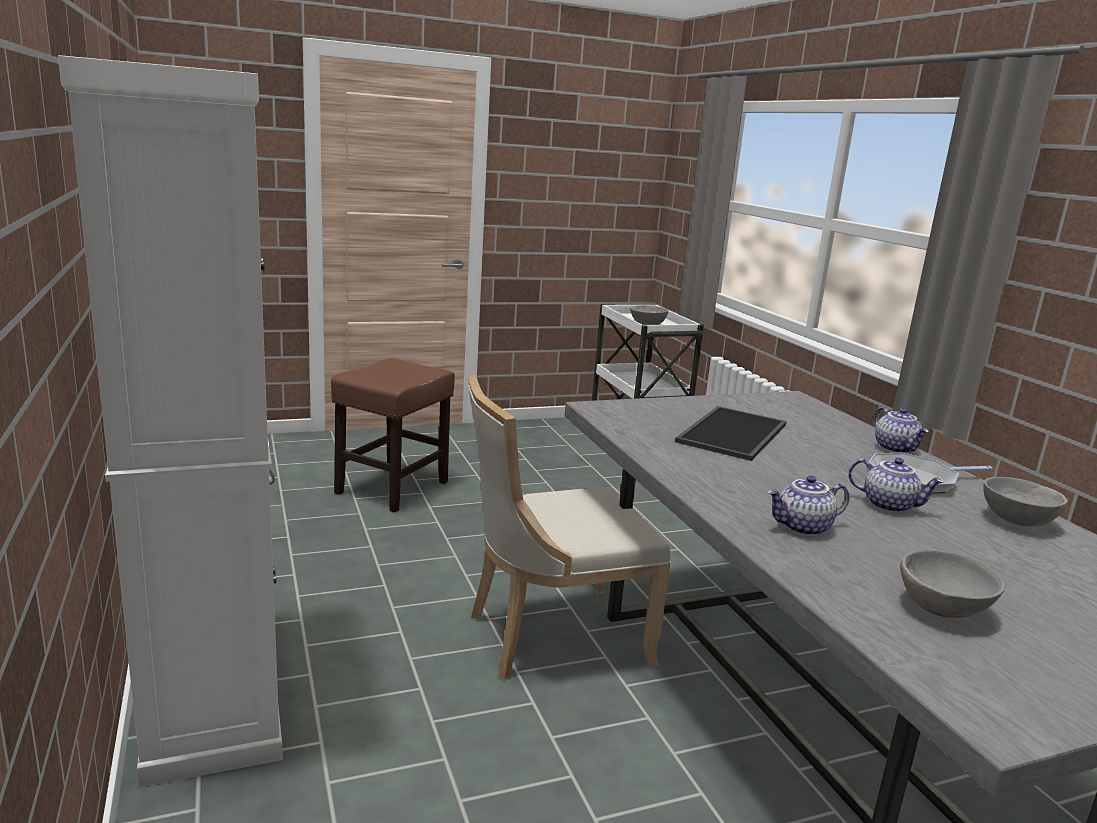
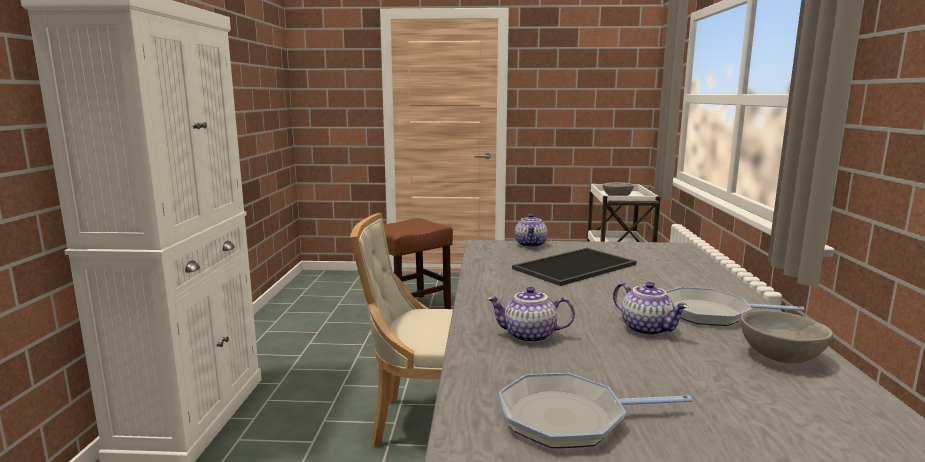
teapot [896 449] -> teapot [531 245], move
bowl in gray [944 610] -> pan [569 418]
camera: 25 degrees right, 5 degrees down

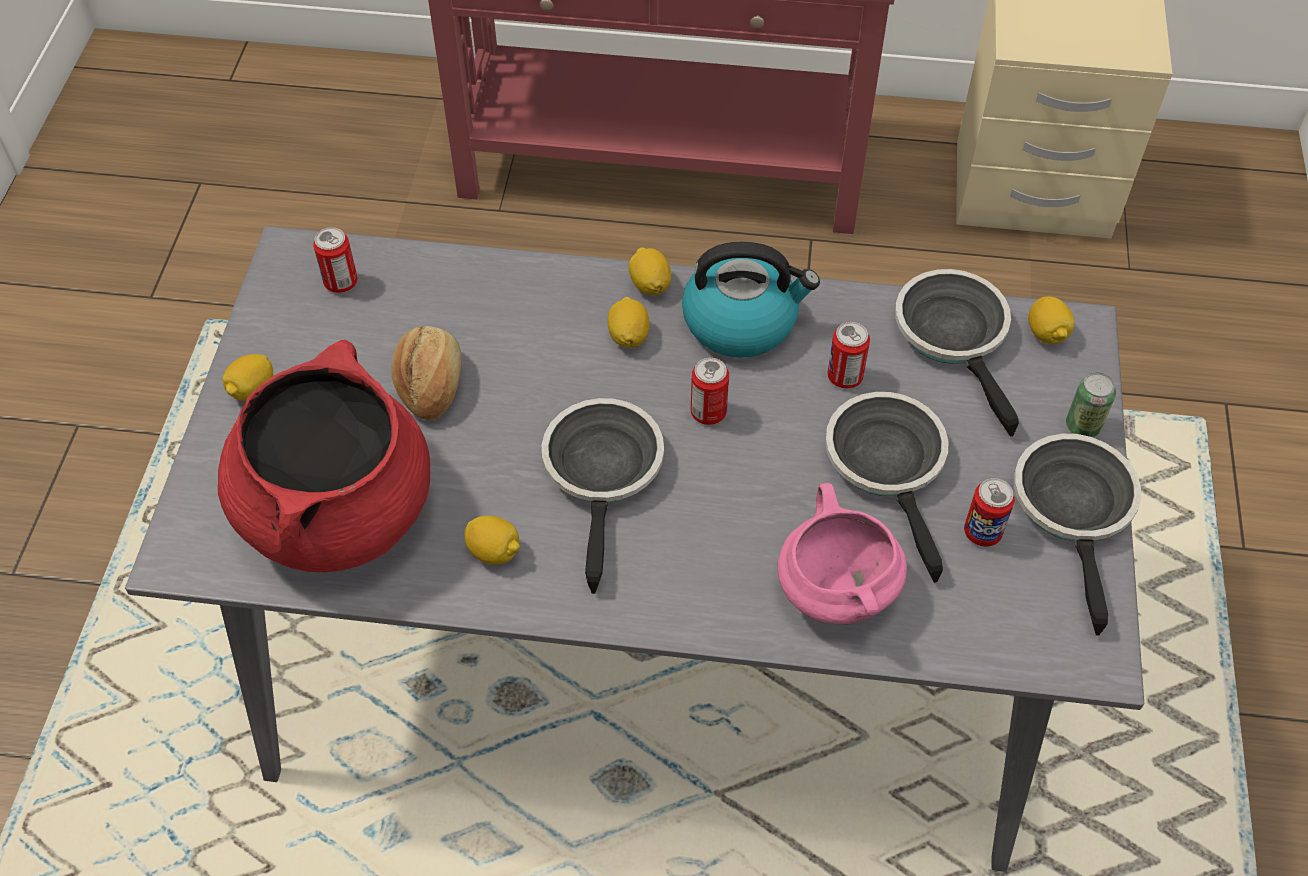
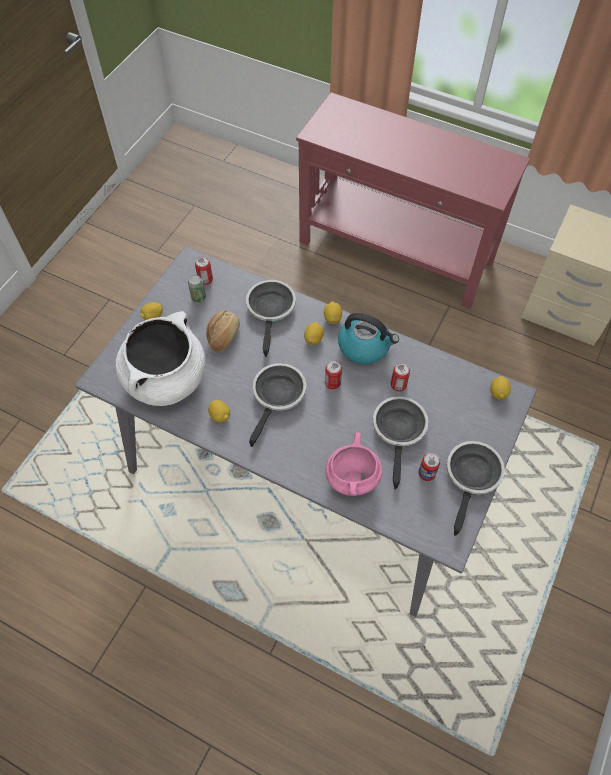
pan [955 337] -> pan [271 310], move
can [1083 426] -> can [198 297], move
cooking pot in red [337 510] -> cooking pot in white [166 378]
camera: 20 degrees right, 5 degrees up

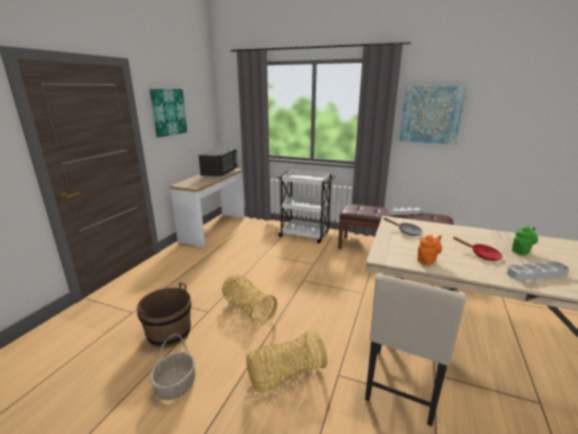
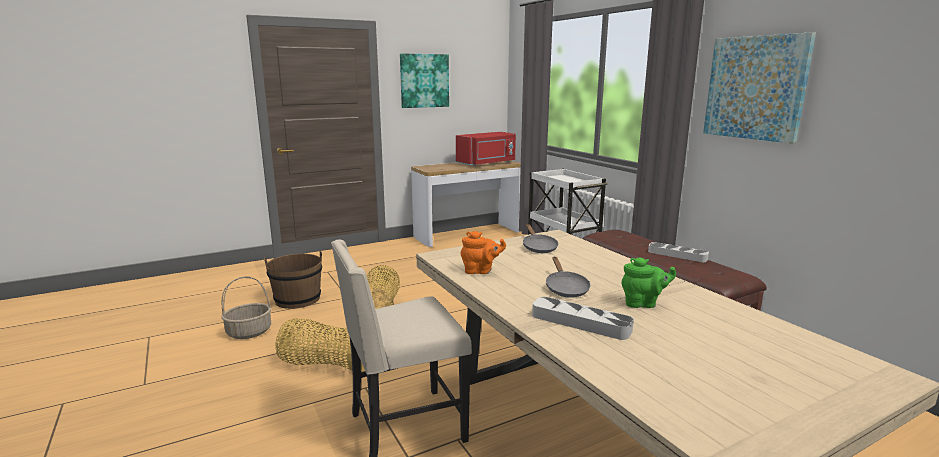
microwave oven in black-coloured [221 173] -> microwave oven in red [487 163]
pan in red [482 255] -> pan in gray [565 288]
camera: 40 degrees right, 5 degrees down

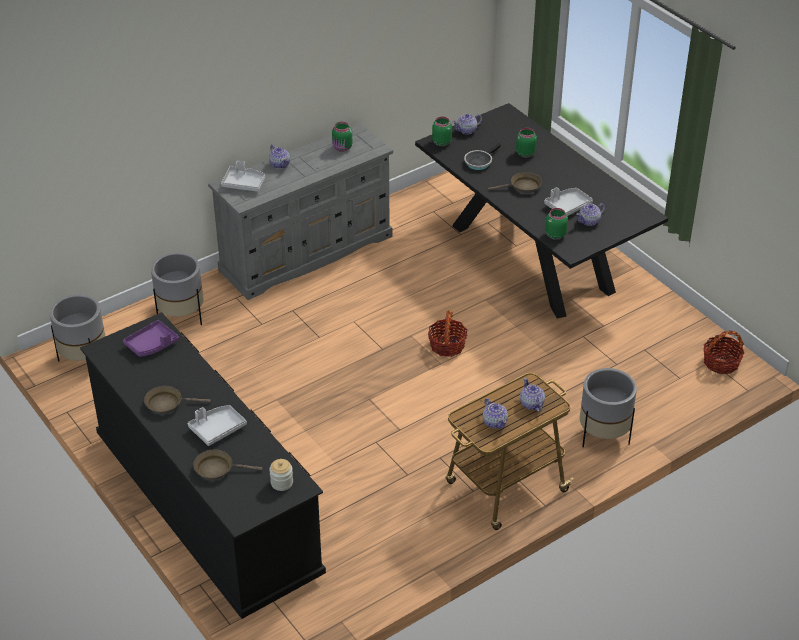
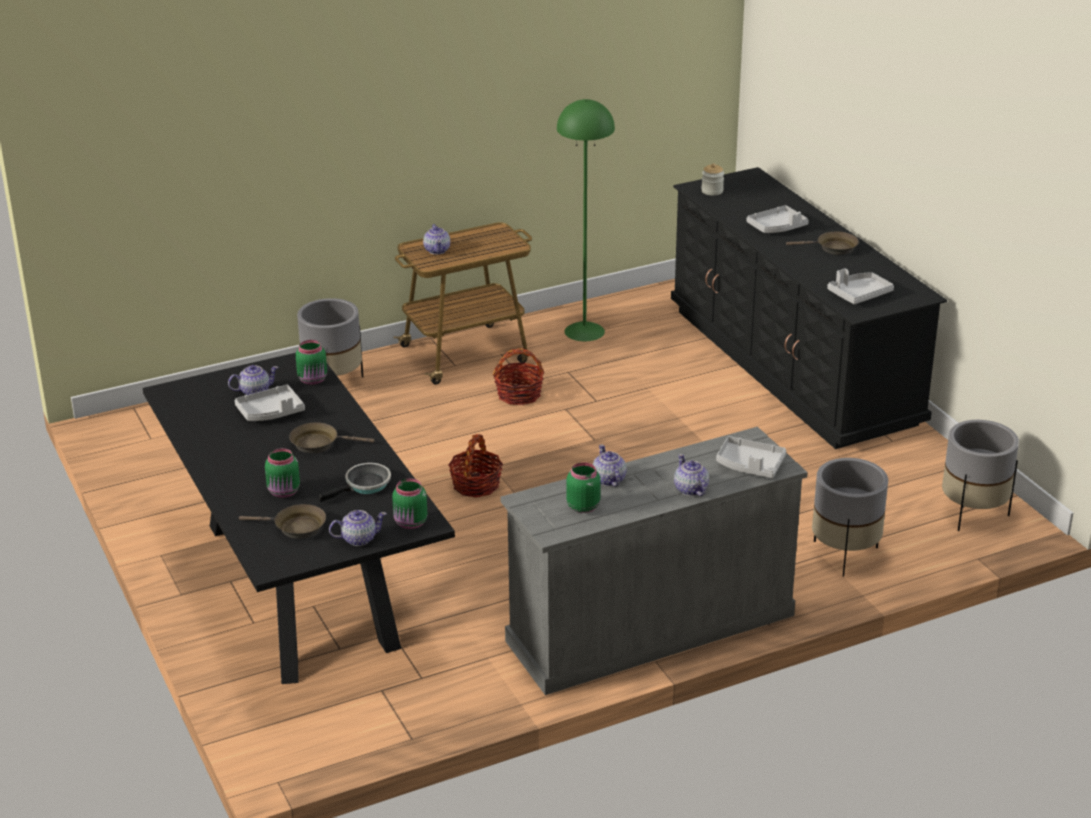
none -> standing lamp in green-coloured [584 331]
pan in brown-coloured [217 469] -> pan in brown-coloured [296 527], move
teapot [495 422] -> teapot [608 480], move
basket [721 363] -> basket [519 395], move
tray in purplish [152 344] -> tray in gray [859 294]
camera: 170 degrees left, 10 degrees down

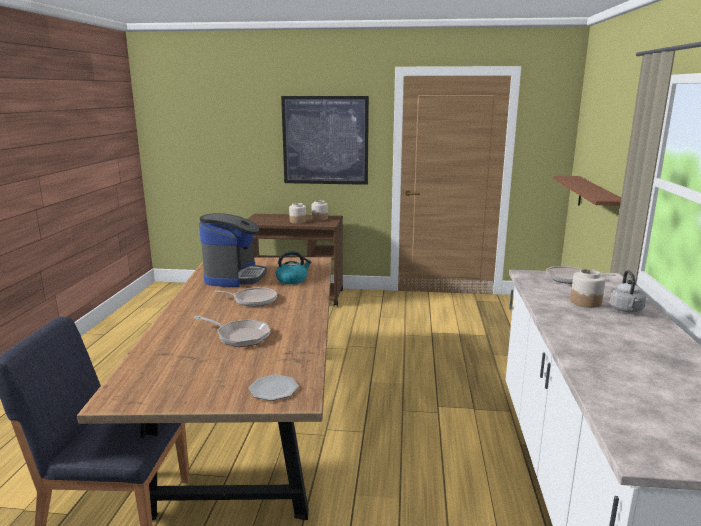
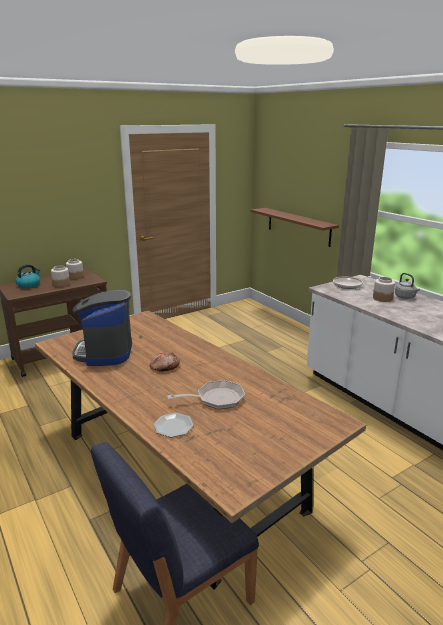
wall picture [325 140] -> none
flat dish [273 389] -> flat dish [174 426], move
tea kettle [292 280] -> tea kettle [29 285], move
pan [253 300] -> bakery bread [164 366]
coffee machine [234 277] -> coffee machine [105 352], 150 degrees counterclockwise
camera: 40 degrees left, 5 degrees up

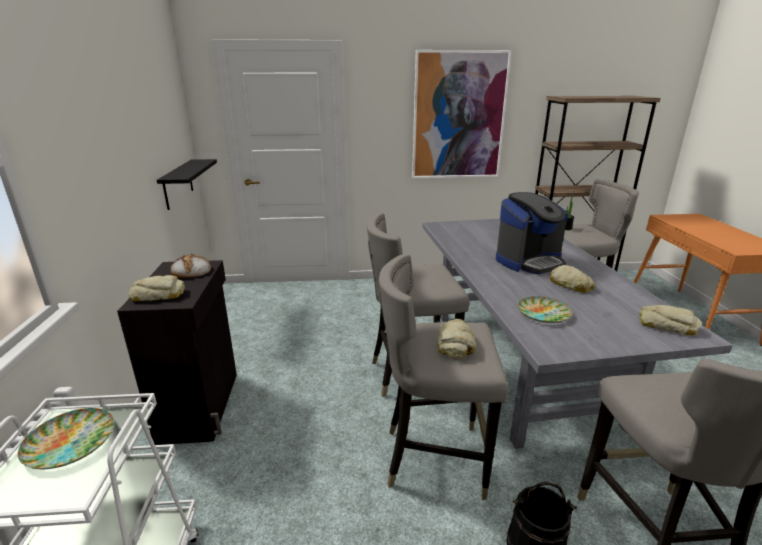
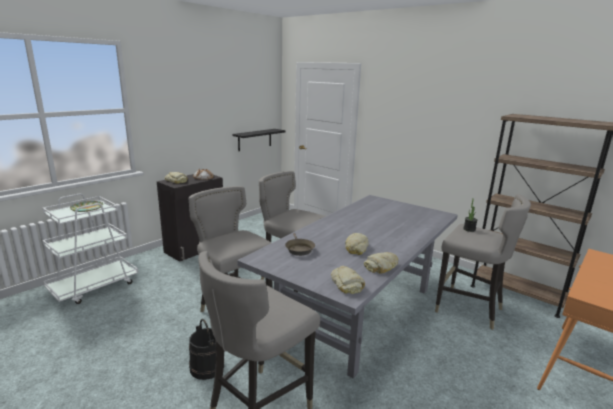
wall picture [458 116] -> none
coffee machine [529 261] -> none
bakery bread [455 344] -> bakery bread [381 266], move
flat dish [543 313] -> pan in brown-coloured [299 249]
camera: 45 degrees right, 5 degrees down

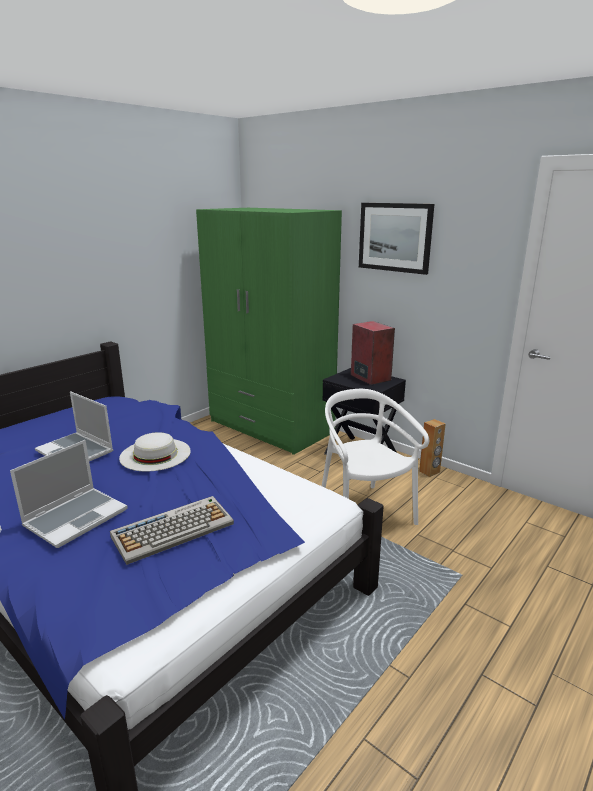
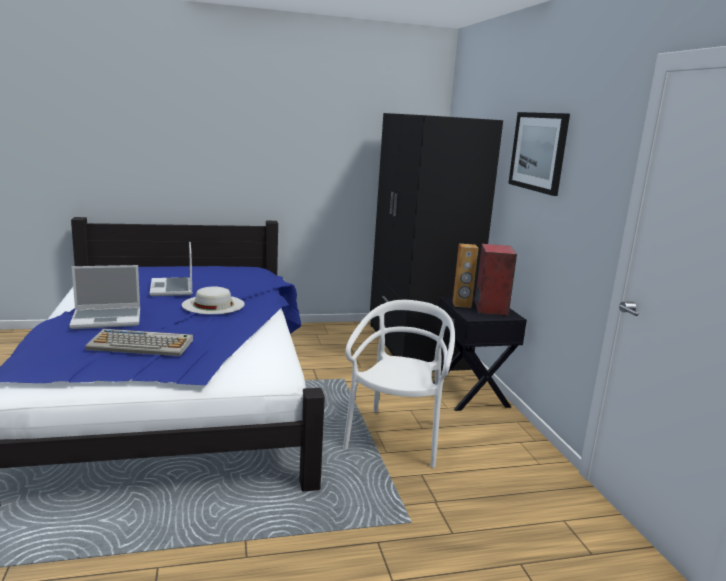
audio speaker in brown-coloured [429 472] -> audio speaker in brown-coloured [461 305], move
clothes cupboard in green-coloured [271 427] -> clothes cupboard in black-coloured [415 346]
camera: 35 degrees right, 5 degrees down

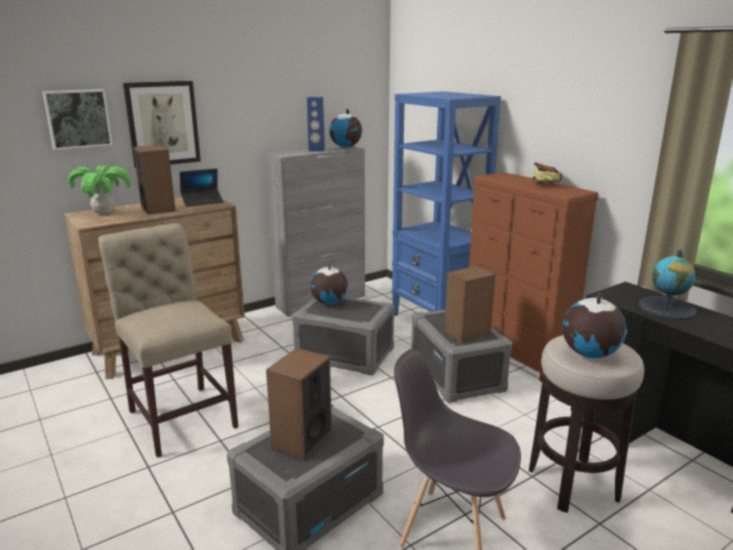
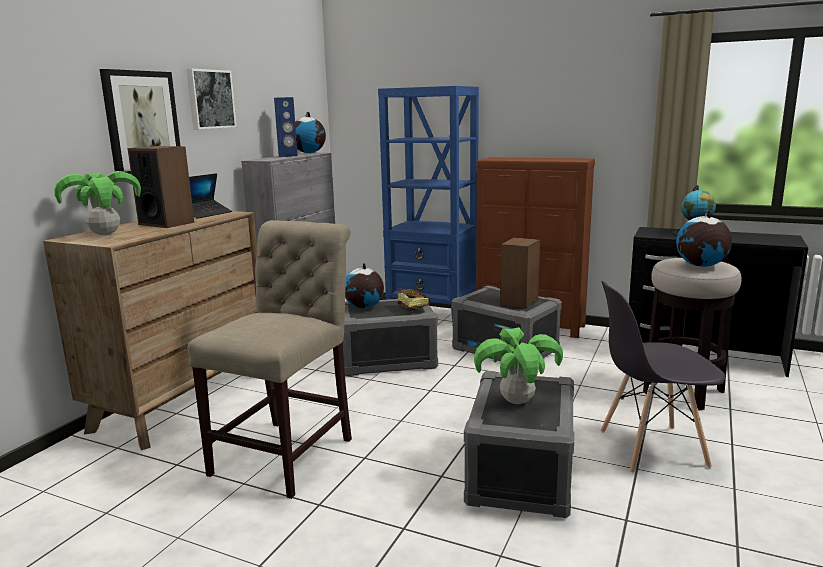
wall picture [78 118] -> wall picture [210 99], move
book [544 184] -> book [411 307], move
audio speaker [301 440] -> plant in a pot [516 401]
chair in beige [180 415] -> chair in beige [289 452], 90 degrees clockwise
camera: 30 degrees left, 5 degrees down

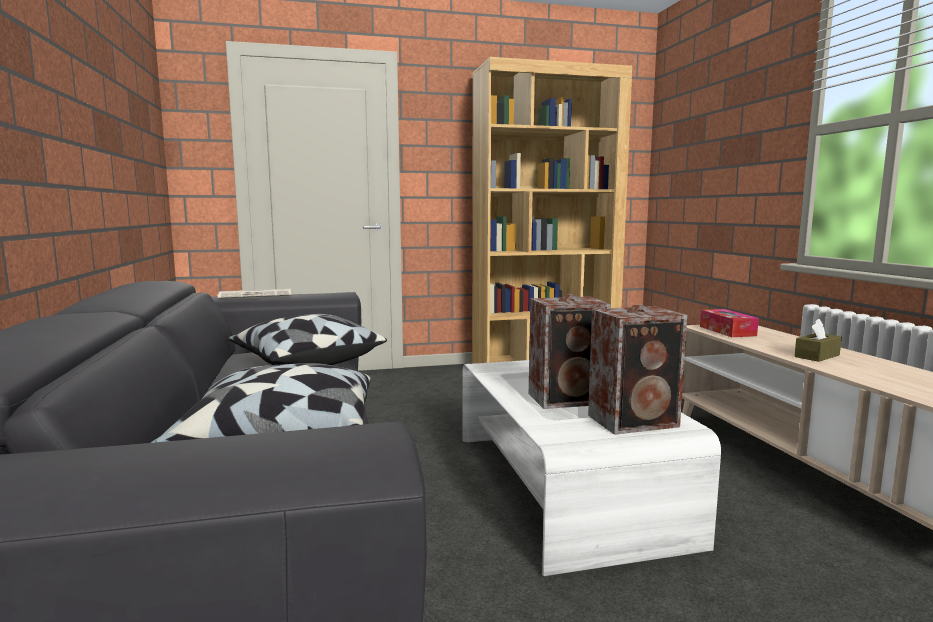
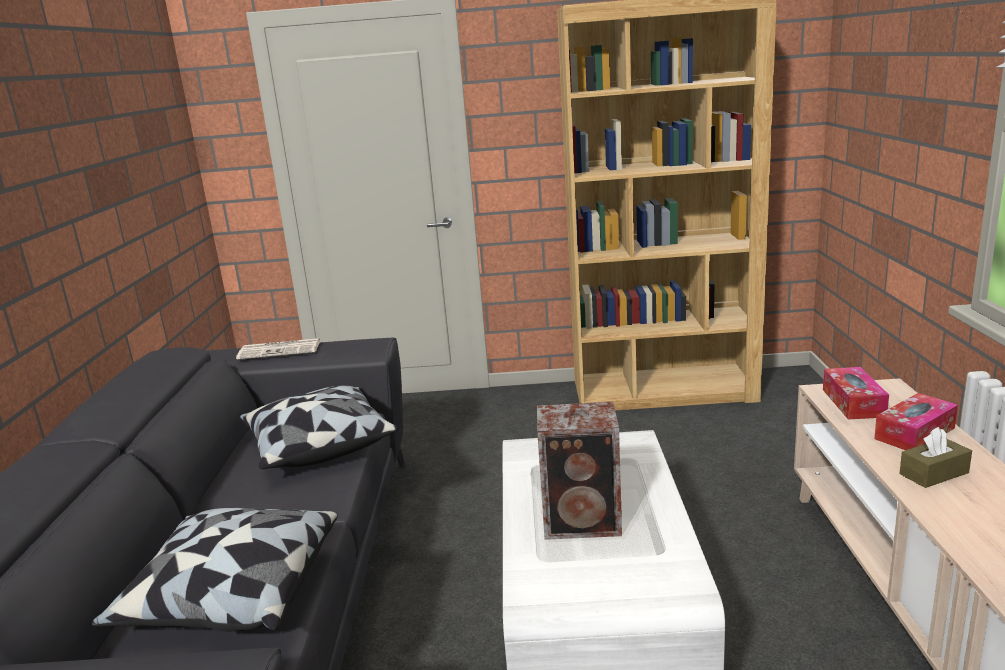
audio speaker [635 421] -> none
none -> tissue box [914 433]
camera: 15 degrees right, 10 degrees up

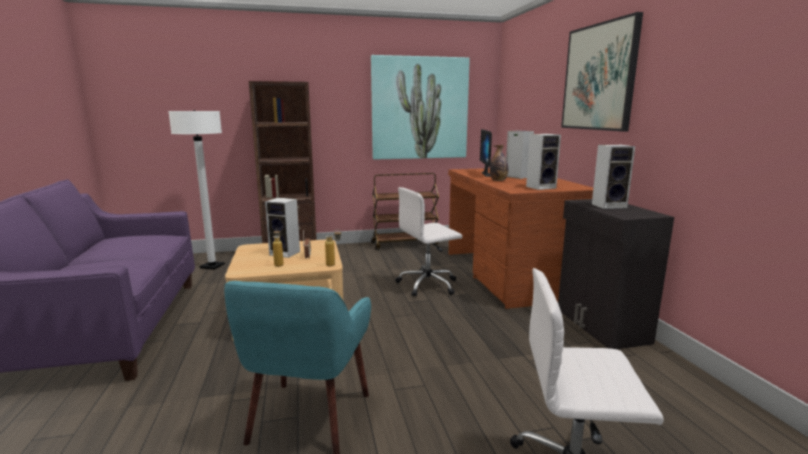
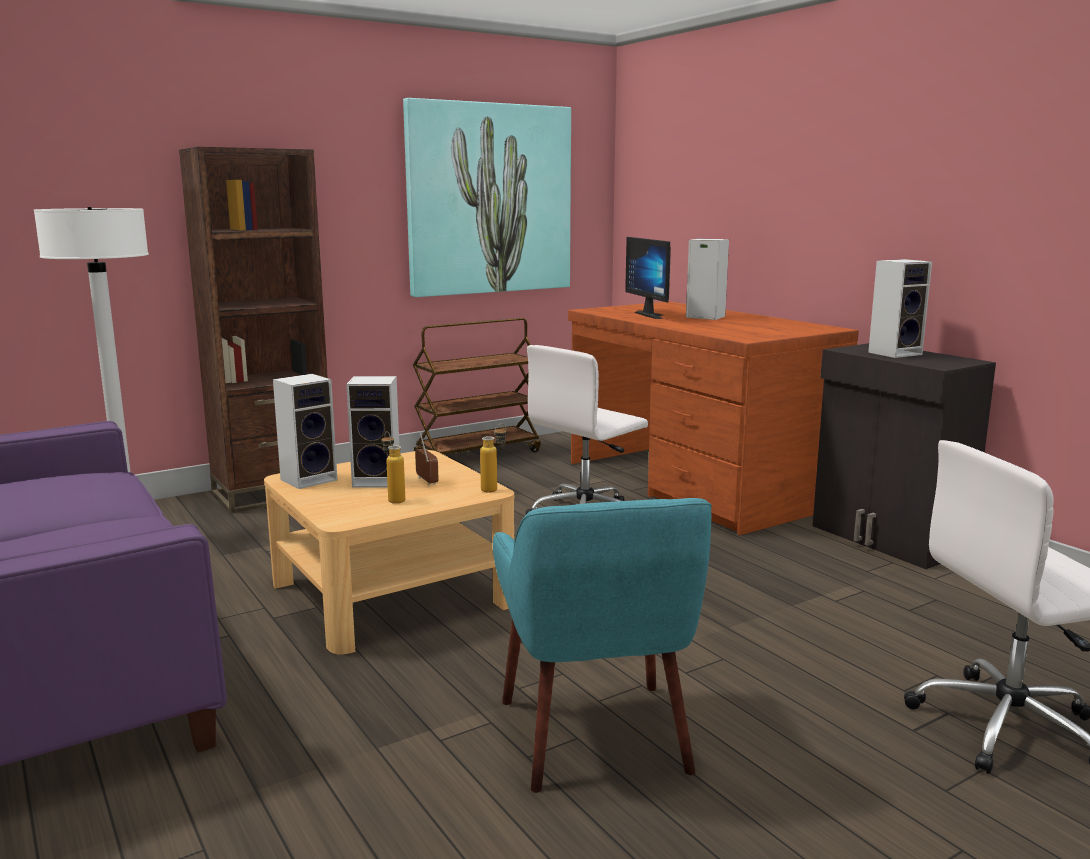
beverage bottle [498 180] -> none
wall picture [599 77] -> none
audio speaker [541 187] -> audio speaker [310 479], move
camera: 20 degrees left, 0 degrees up

